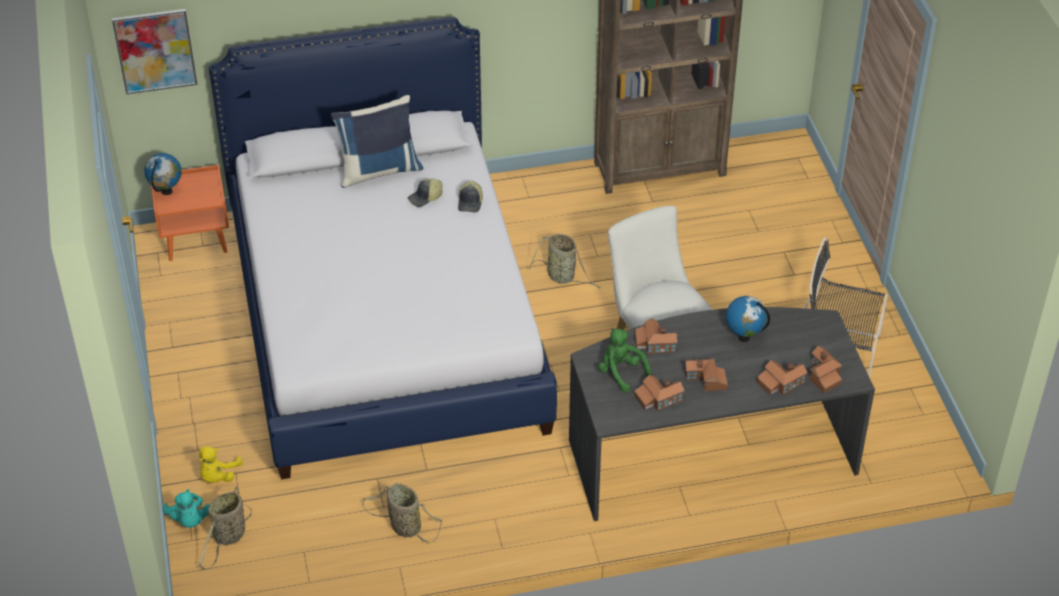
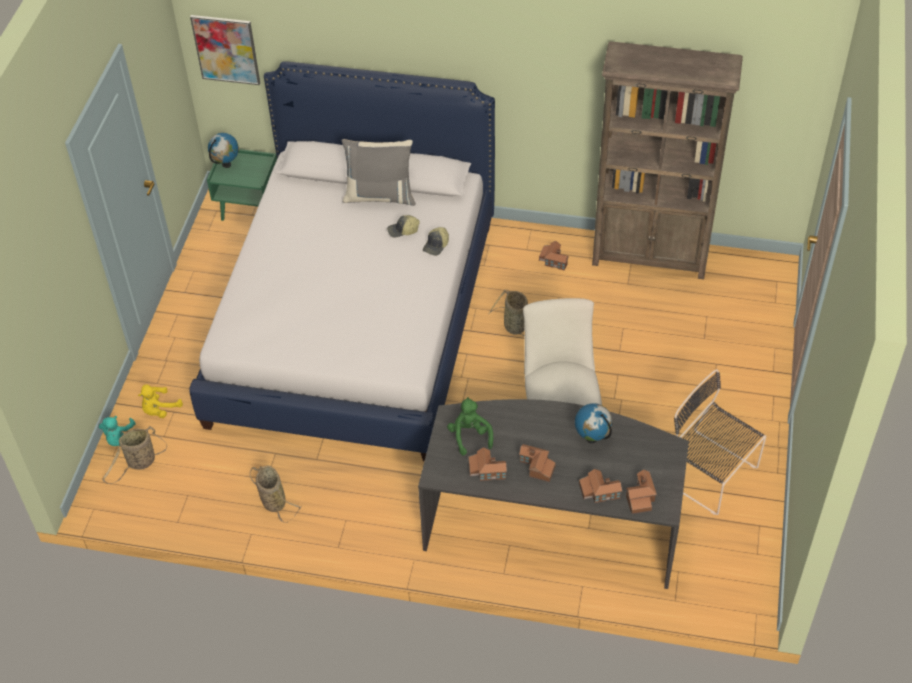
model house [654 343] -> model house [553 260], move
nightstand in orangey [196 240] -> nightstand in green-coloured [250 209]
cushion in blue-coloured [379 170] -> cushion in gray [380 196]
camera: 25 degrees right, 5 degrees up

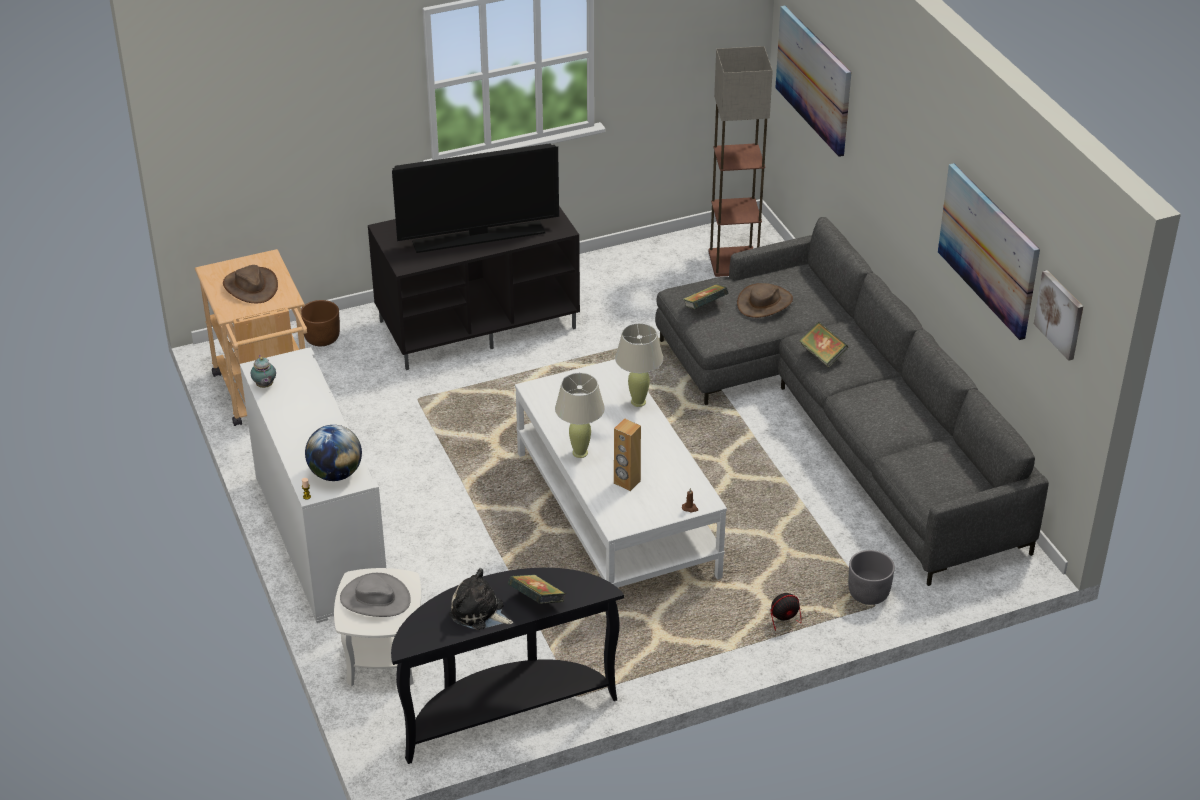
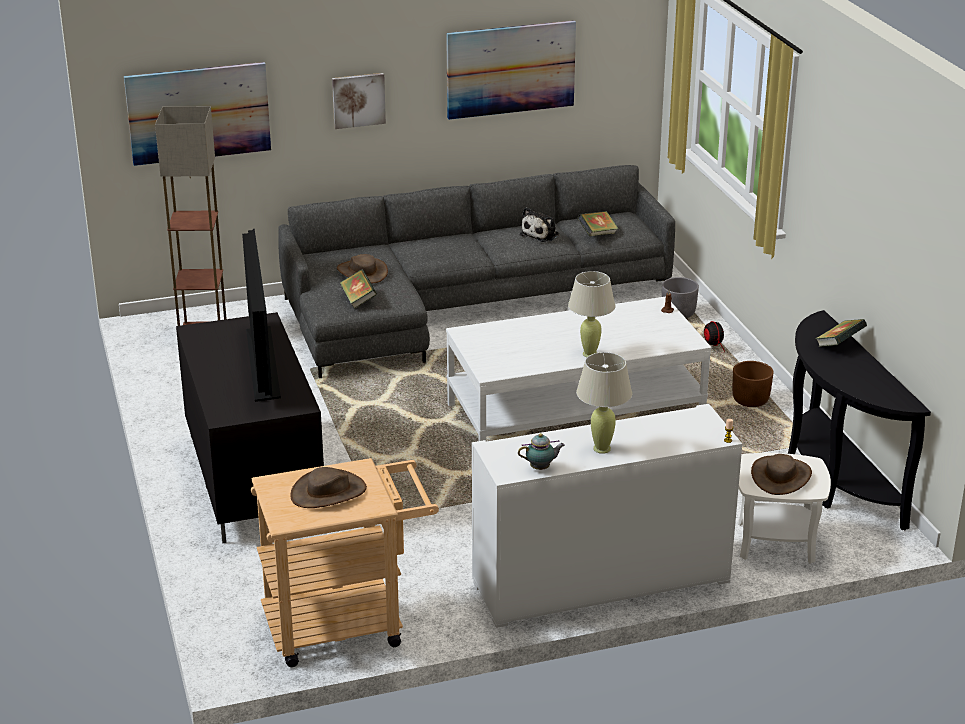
desk globe [335 474] -> none
audio speaker in brown-coloured [626 482] -> none
plant pot in brown-coloured [322 338] -> plant pot in brown-coloured [750 400], move
plush toy [479 613] -> plush toy [541 234], move
table lamp in beige [638 402] -> table lamp in beige [602 449], move
book [822 355] -> book [597 234], move
wall picture [1060 314] -> wall picture [358 100], move
wearable hat in gray [375 599] -> wearable hat in brown-coloured [781 476]
camera: 85 degrees left, 10 degrees down

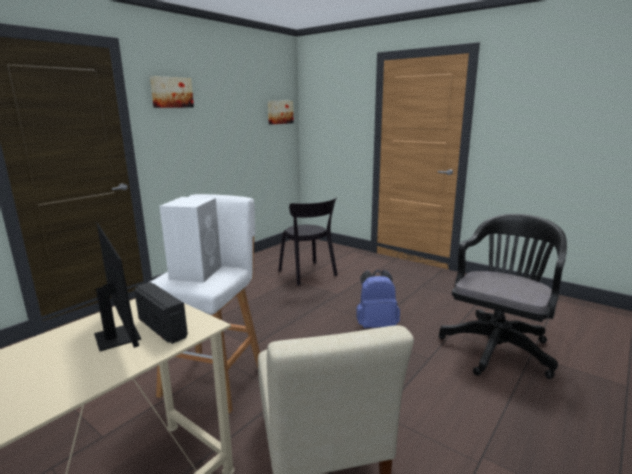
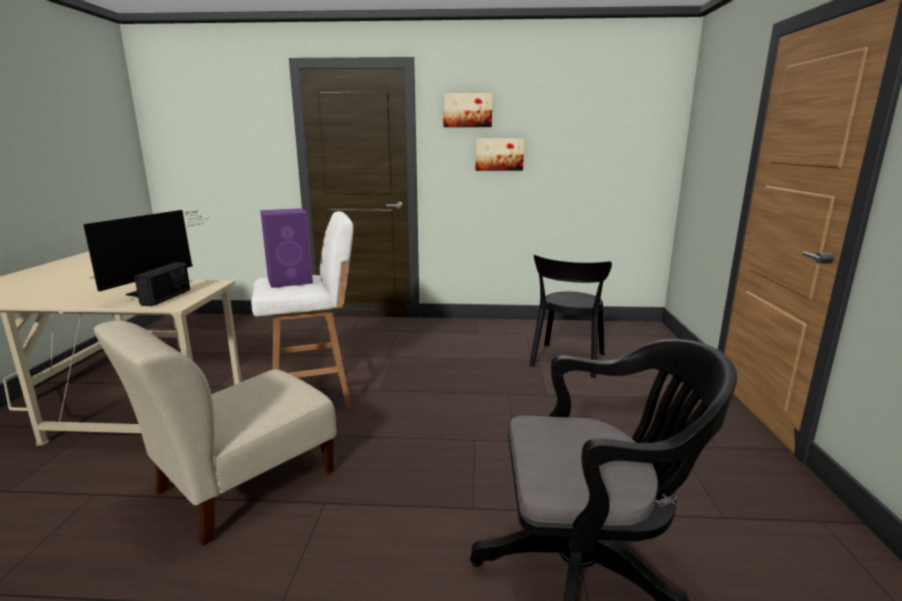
rucksack in blue-coloured [376 325] -> none
wall picture [279 112] -> wall picture [499 154], move
audio speaker in white [196 272] -> audio speaker in purplish [291 281]
camera: 55 degrees right, 0 degrees up

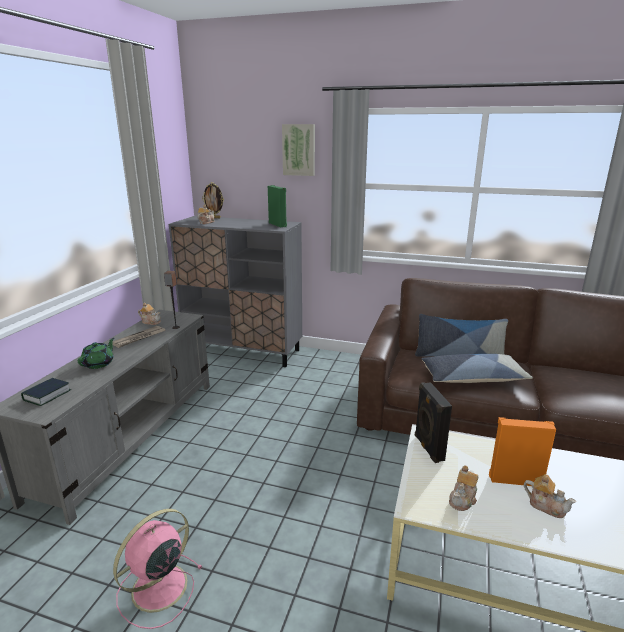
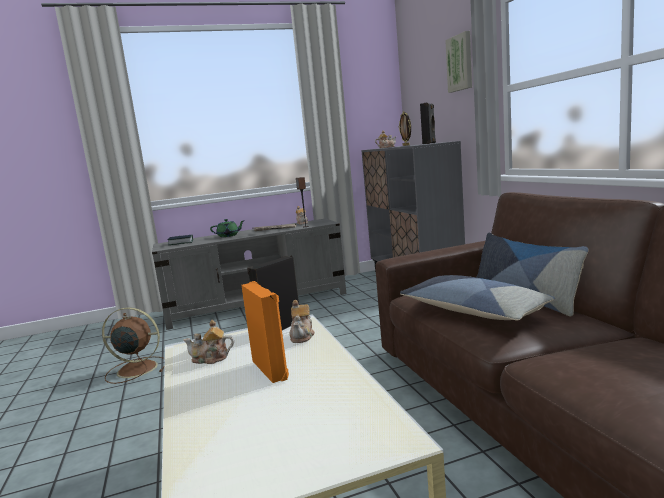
teapot [546 506] -> teapot [302 336], move
cooling fan in pinkish [157 589] -> cooling fan in brown-coloured [135 369]
audio speaker in green-coloured [278 225] -> audio speaker in black-coloured [429 143]
camera: 55 degrees right, 10 degrees down

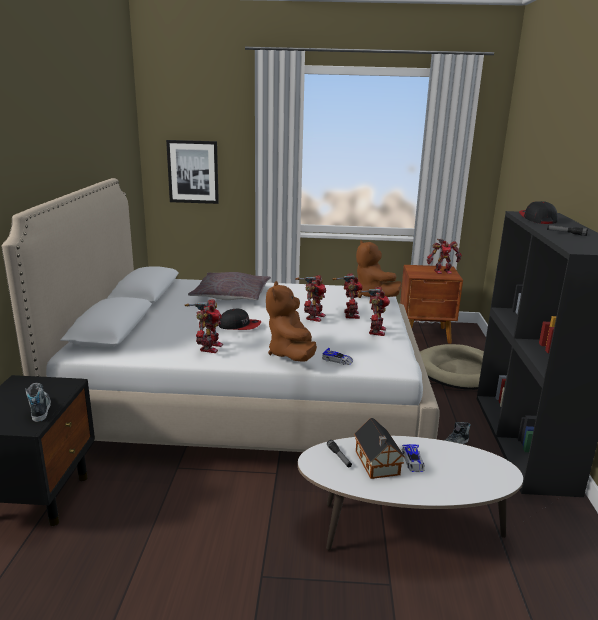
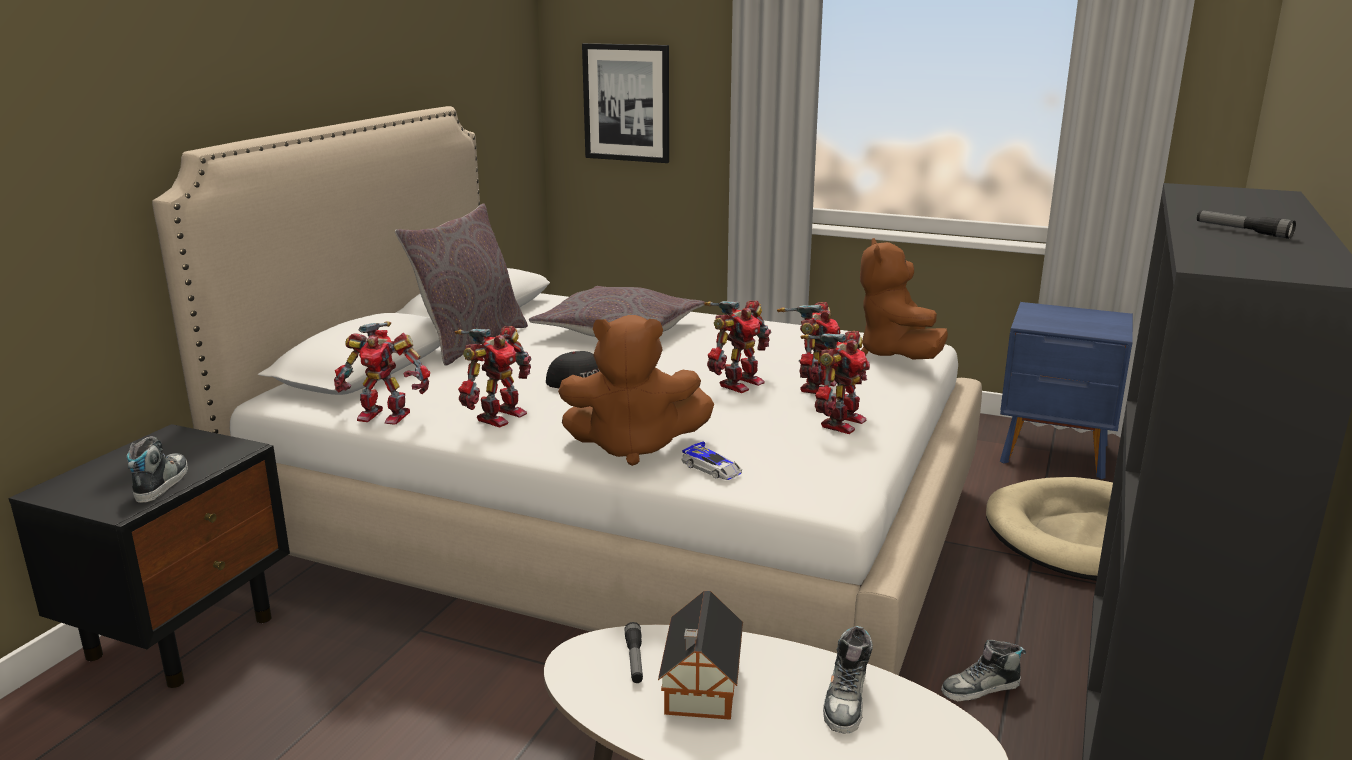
model car [413 462] -> none
peaked cap [537 219] -> none
none -> cushion in gray [470 342]
none -> shoe [846 700]
robot figure [442 271] -> robot figure [385 415], move
nightstand in brown-coloured [426 335] -> nightstand in blue-coloured [1055 455]
plush toy in brown-coloured [291 354] -> plush toy in brown-coloured [633 446], 105 degrees counterclockwise
camera: 20 degrees right, 0 degrees up

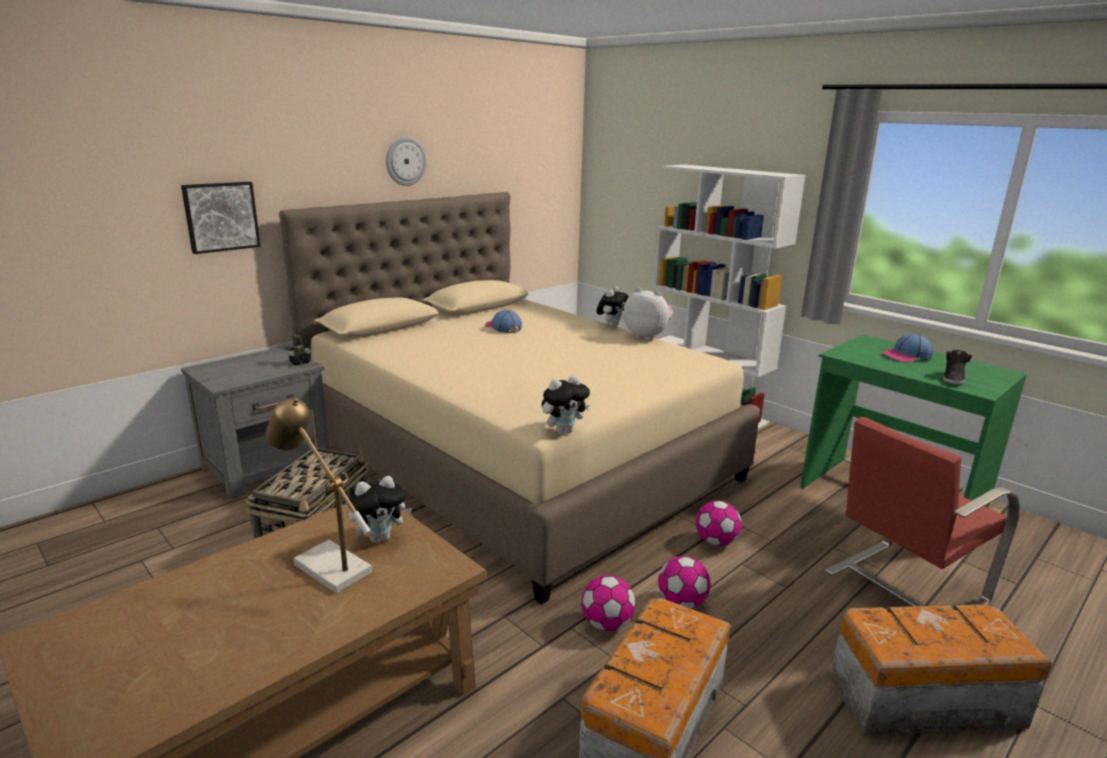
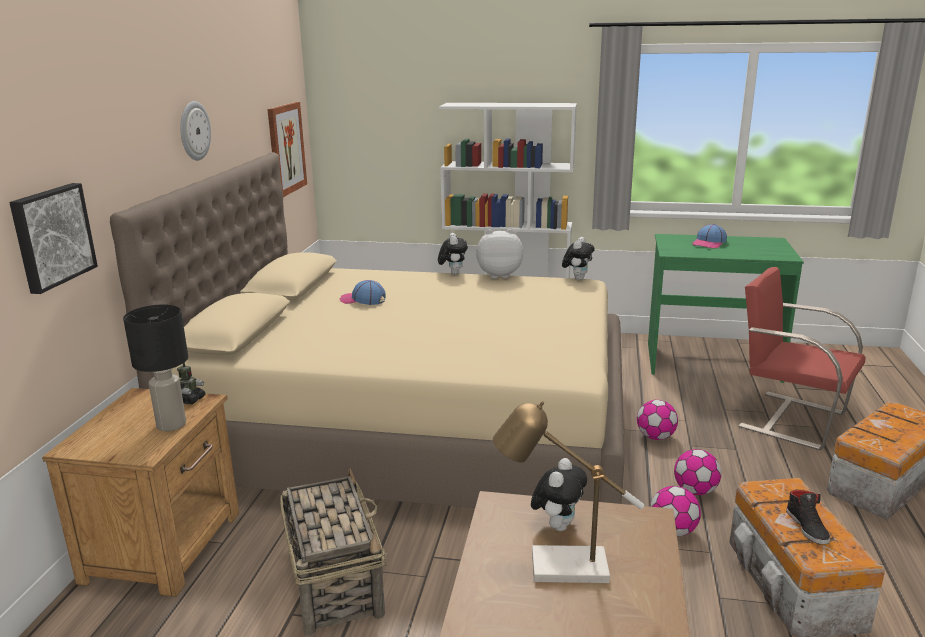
none -> table lamp in black-coloured [171 425]
none -> wall picture [286 149]
plush toy [564 431] -> plush toy [577 278], move
shoe in black-coloured [953 378] -> shoe in black-coloured [807 527], move
nightstand in gray [269 467] -> nightstand in brown-coloured [165 545]
chair in red [902 587] -> chair in red [790 419], 105 degrees clockwise
camera: 35 degrees left, 0 degrees up

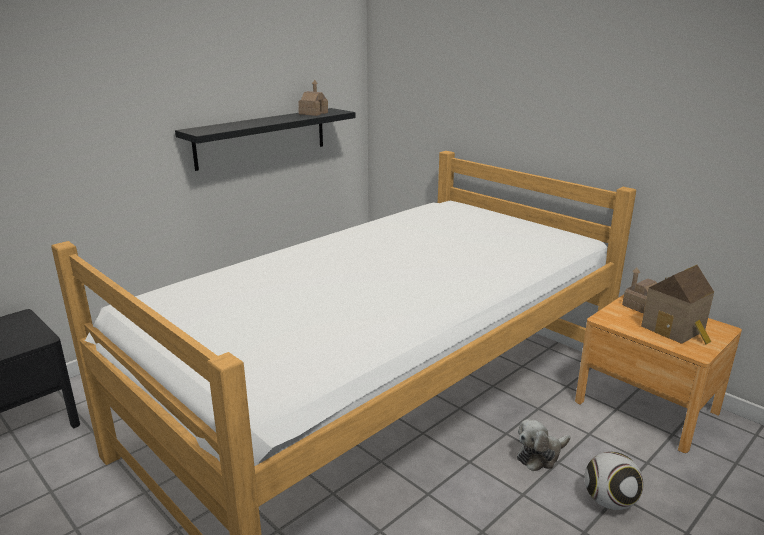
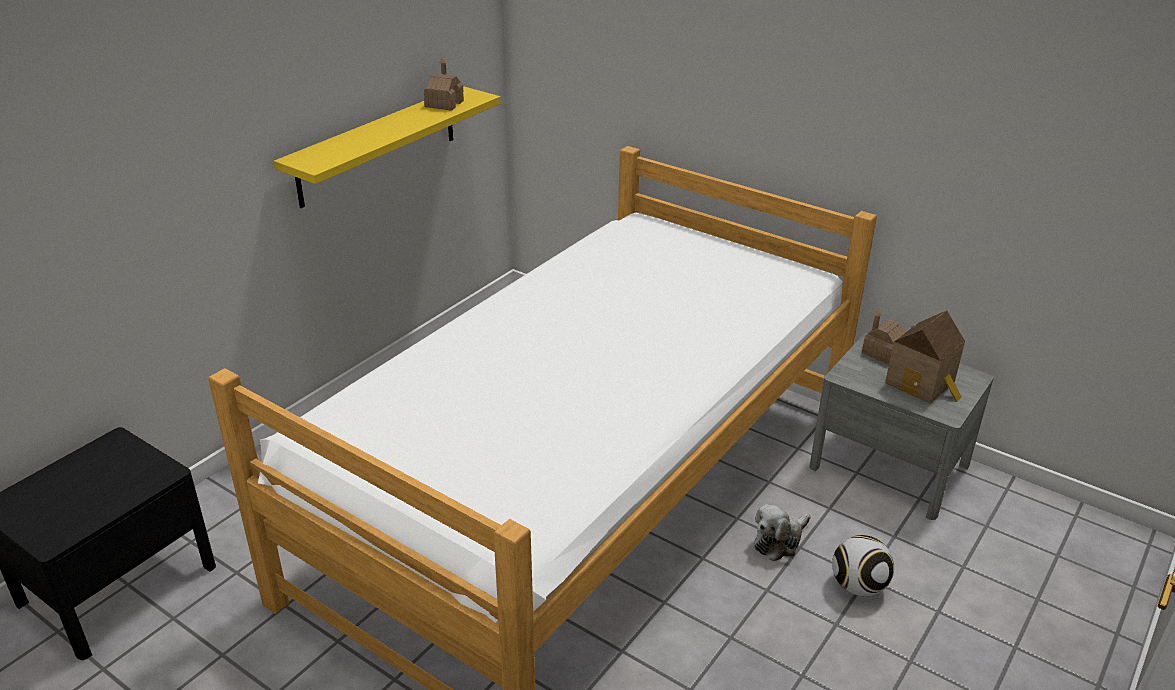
wall shelf in black-coloured [262 137] -> wall shelf in yellow-coloured [378 146]
nightstand in brown-coloured [646 406] -> nightstand in gray [889 466]
camera: 10 degrees left, 10 degrees up

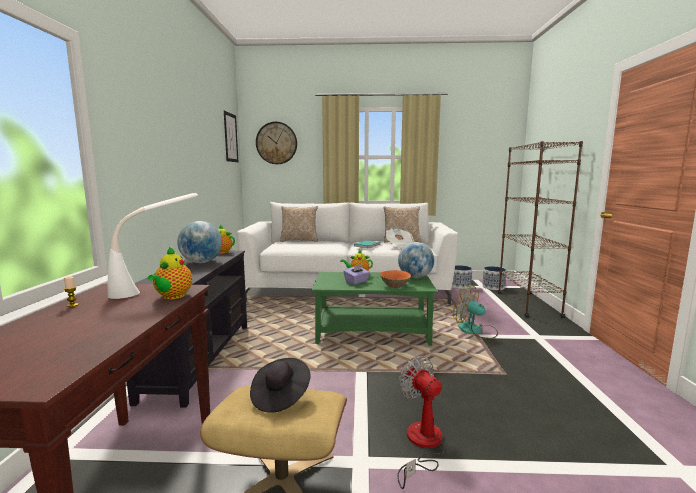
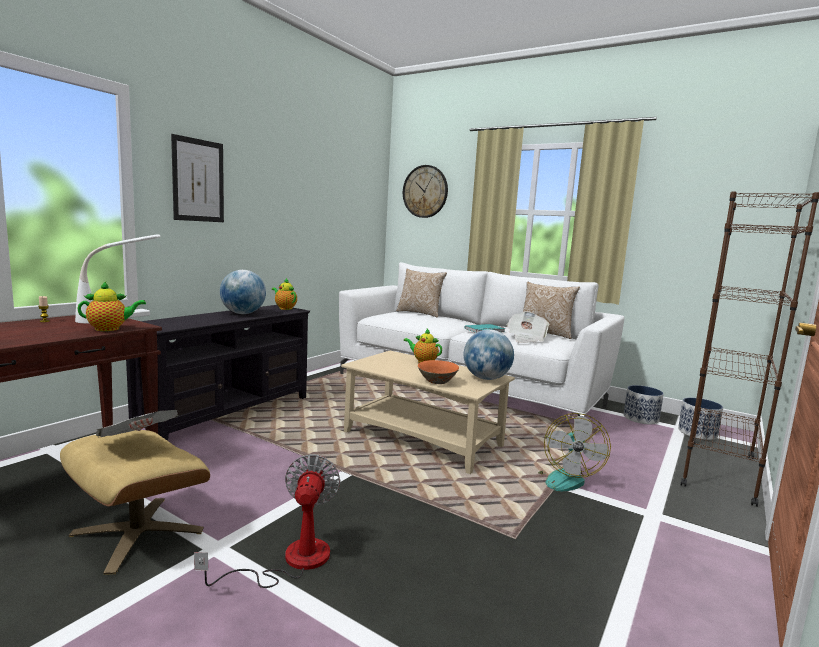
tissue box in purplish [356 282] -> none
wall picture [230 137] -> wall picture [198 180], move
wearable hat in black-coloured [280 396] -> newspaper [138 443]
low table in green-coloured [373 332] -> low table in beige [424 439]
teapot [172 297] -> teapot [110 329], 150 degrees counterclockwise
cooling fan [475 331] -> cooling fan [563 477], 150 degrees counterclockwise
camera: 30 degrees right, 0 degrees up

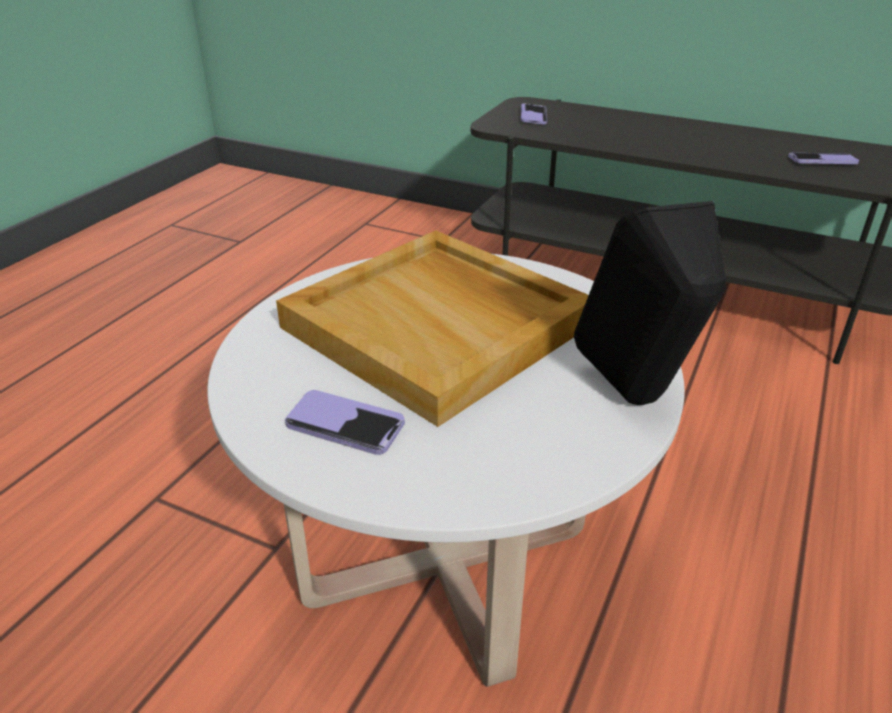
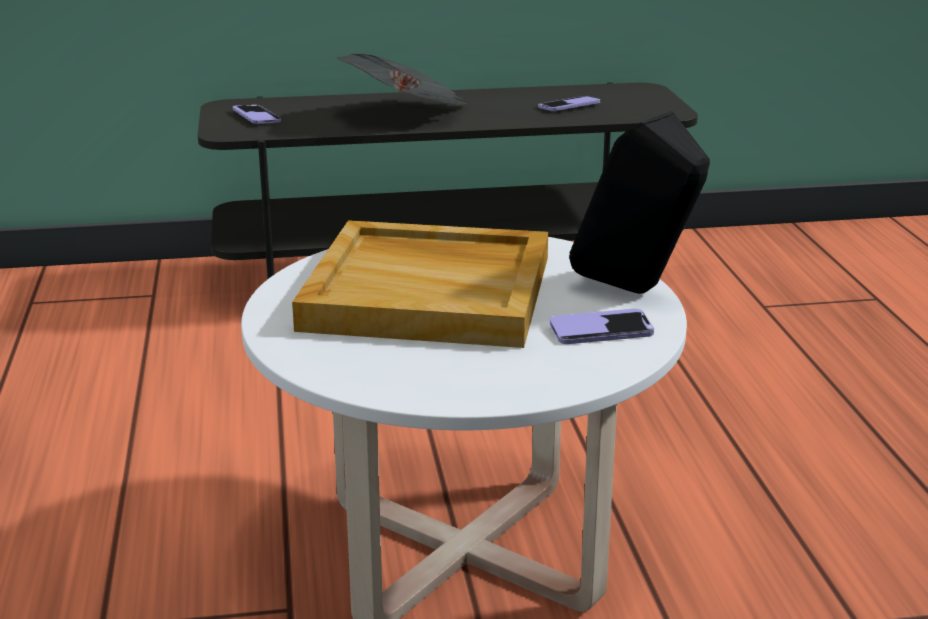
none -> newspaper [408 115]
phone [345 425] -> phone [601 330], move
camera: 35 degrees left, 10 degrees down

